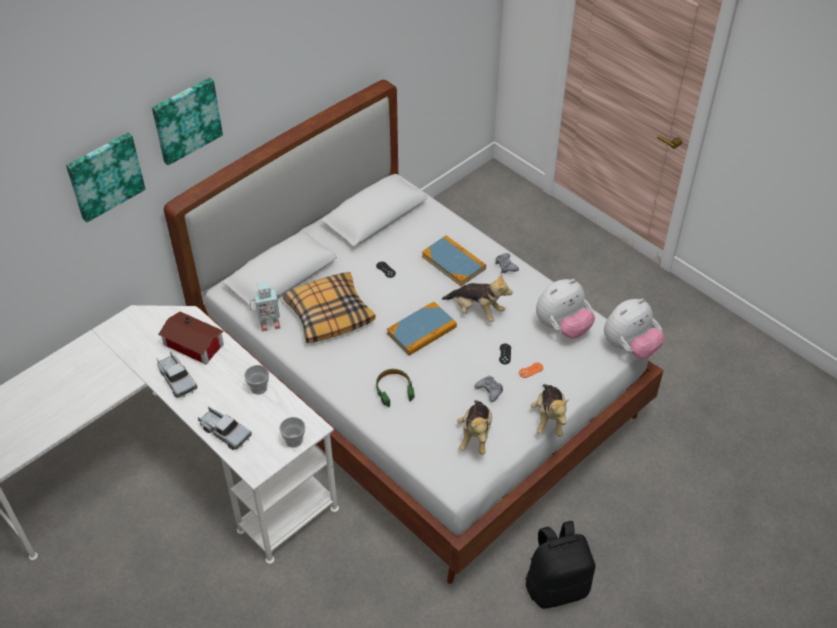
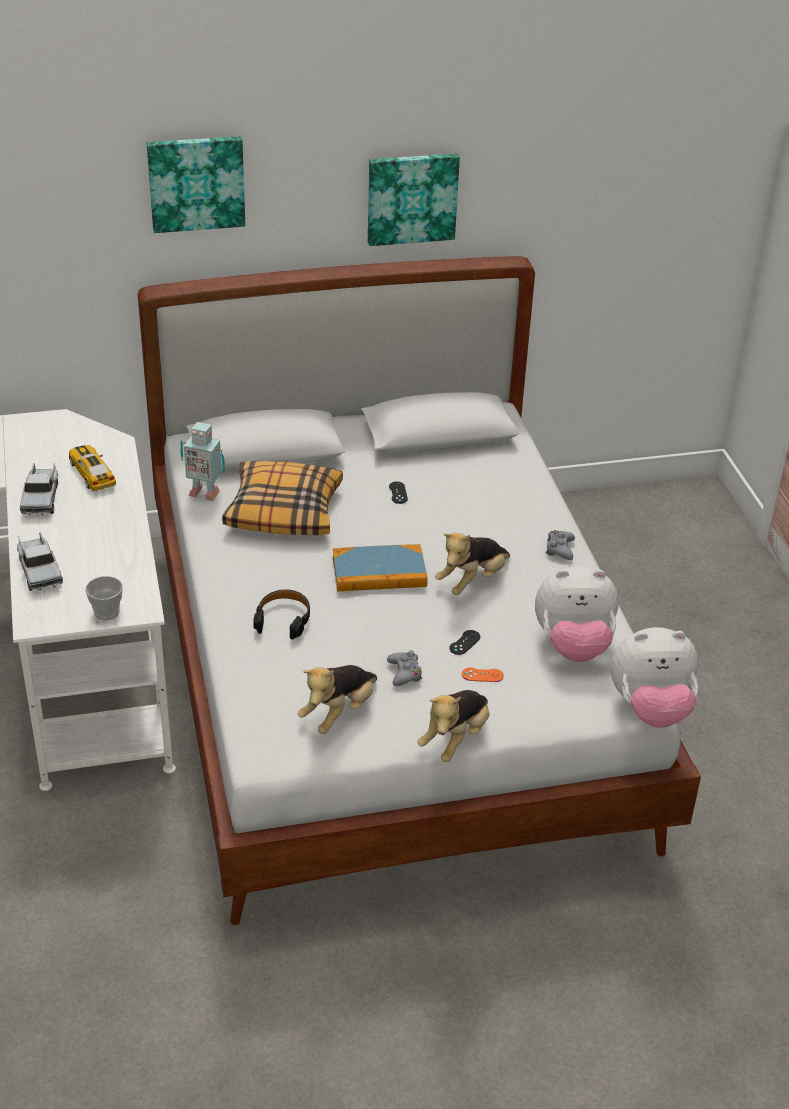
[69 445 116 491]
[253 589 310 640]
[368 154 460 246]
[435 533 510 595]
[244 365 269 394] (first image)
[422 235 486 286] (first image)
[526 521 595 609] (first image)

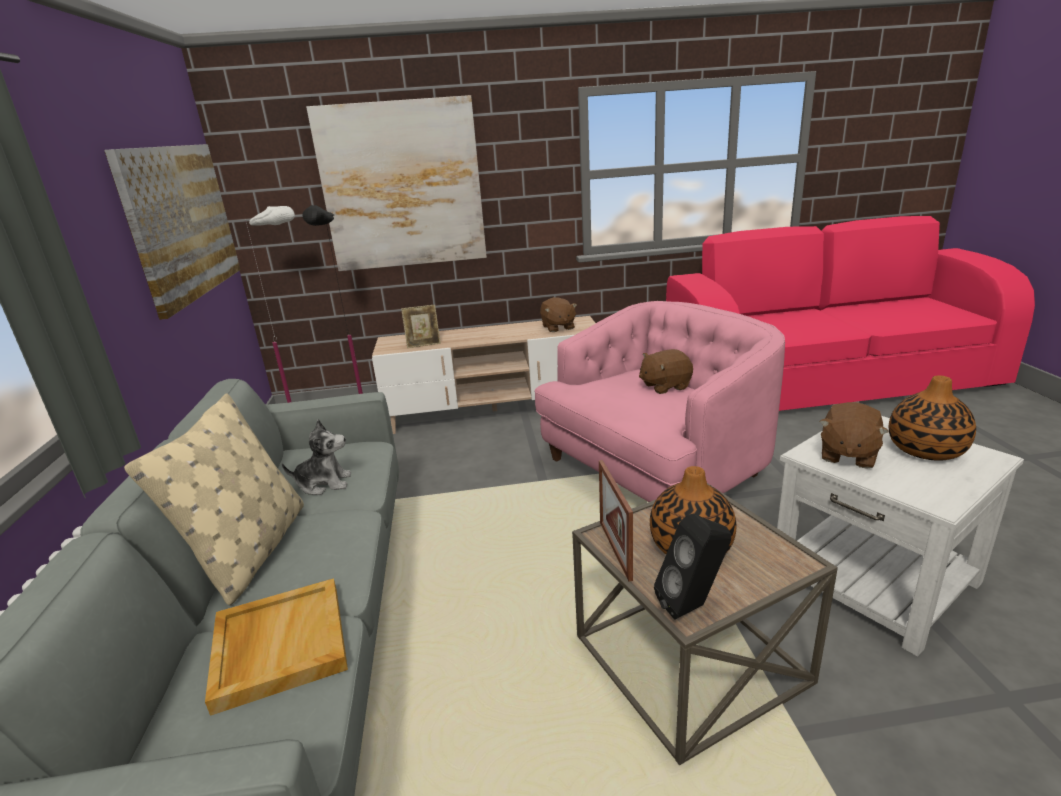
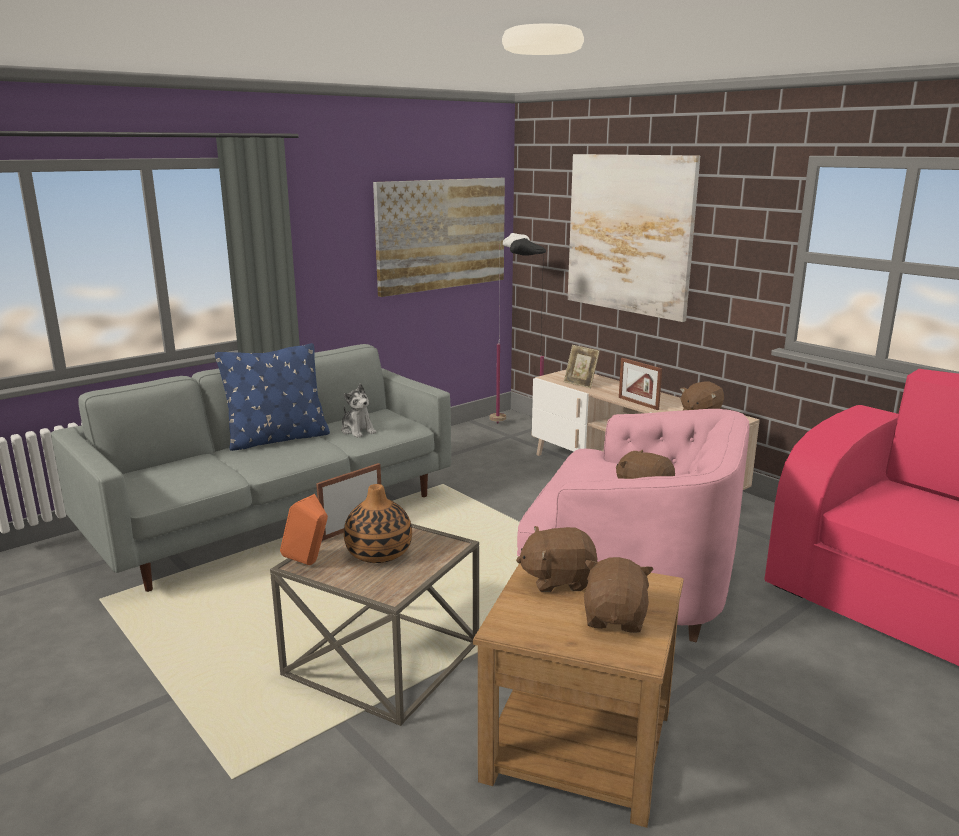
[215 343 330 451]
[280 494 328 565]
[473 563 684 828]
[584 557 653 633]
[619 358 662 410]
[205 578 348 716] (first image)

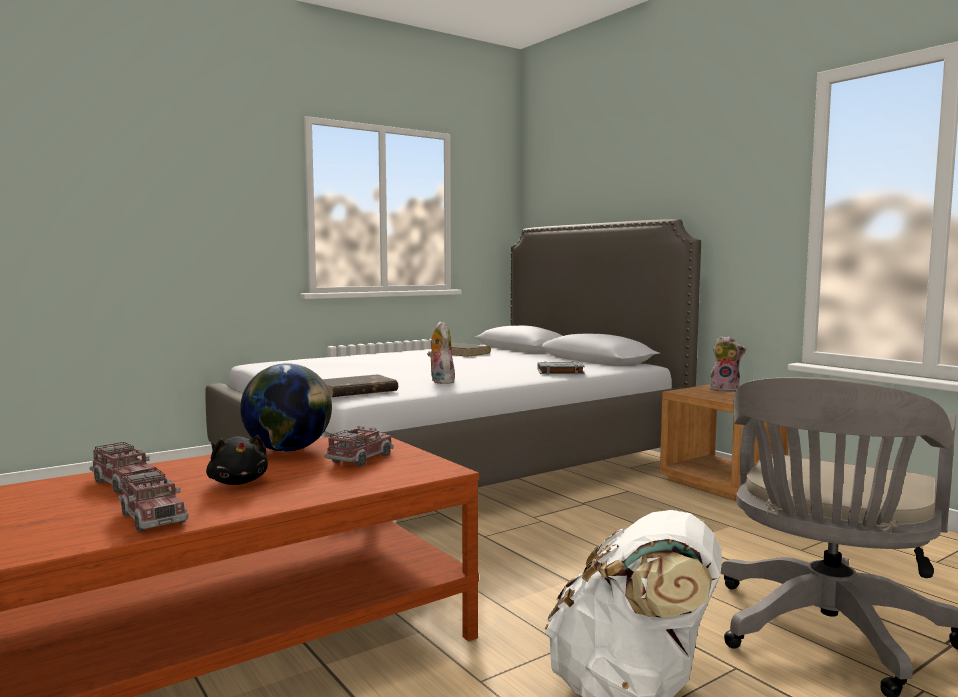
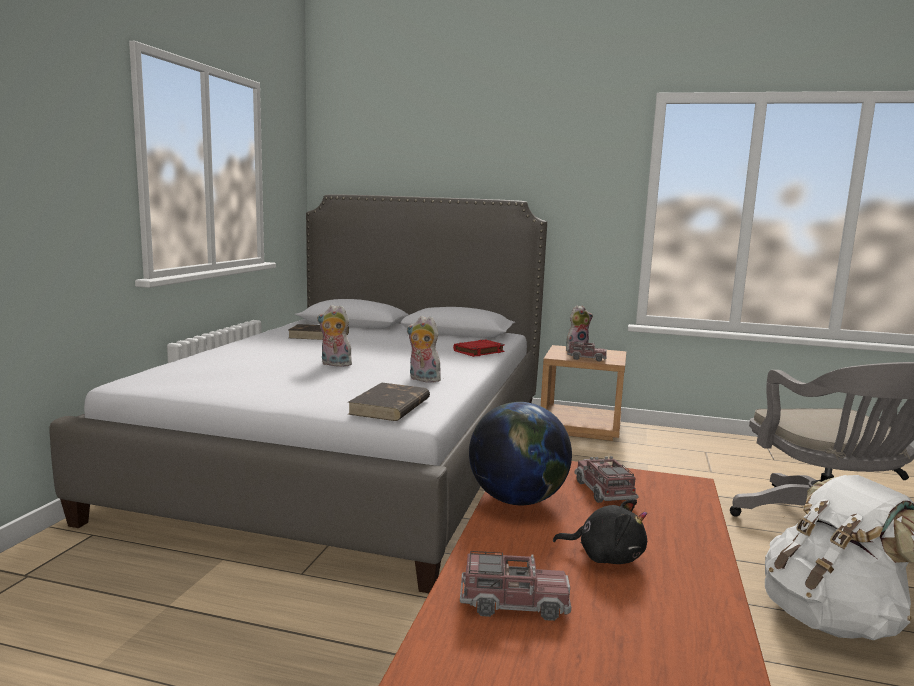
[317 305 352 367]
[453 340 505 357]
[567 341 607 361]

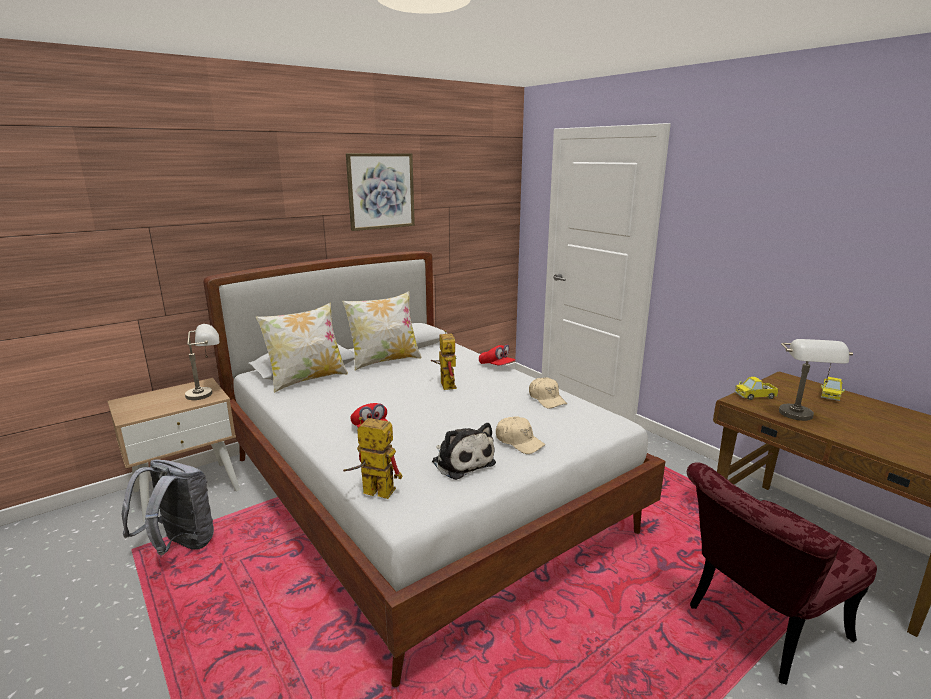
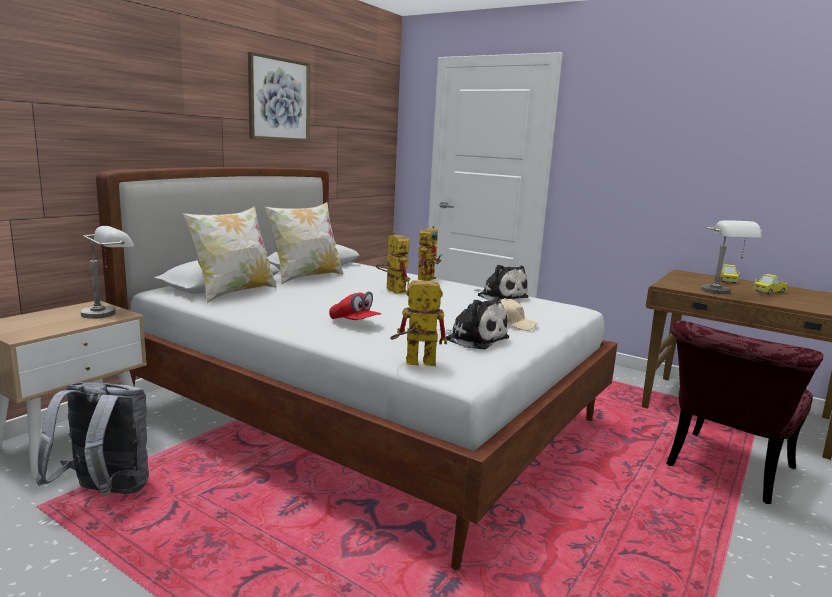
[418 226 442 281]
[474 265 529 301]
[753 274 789 294]

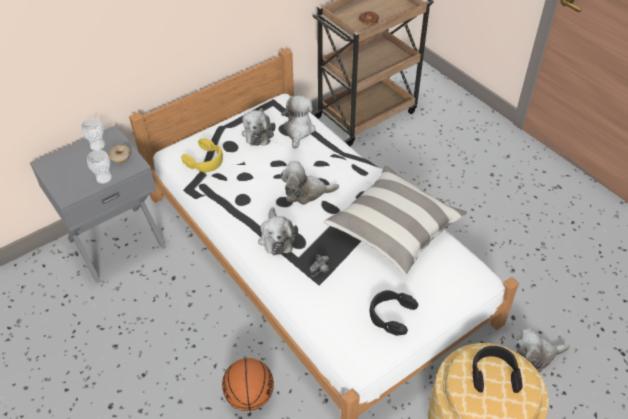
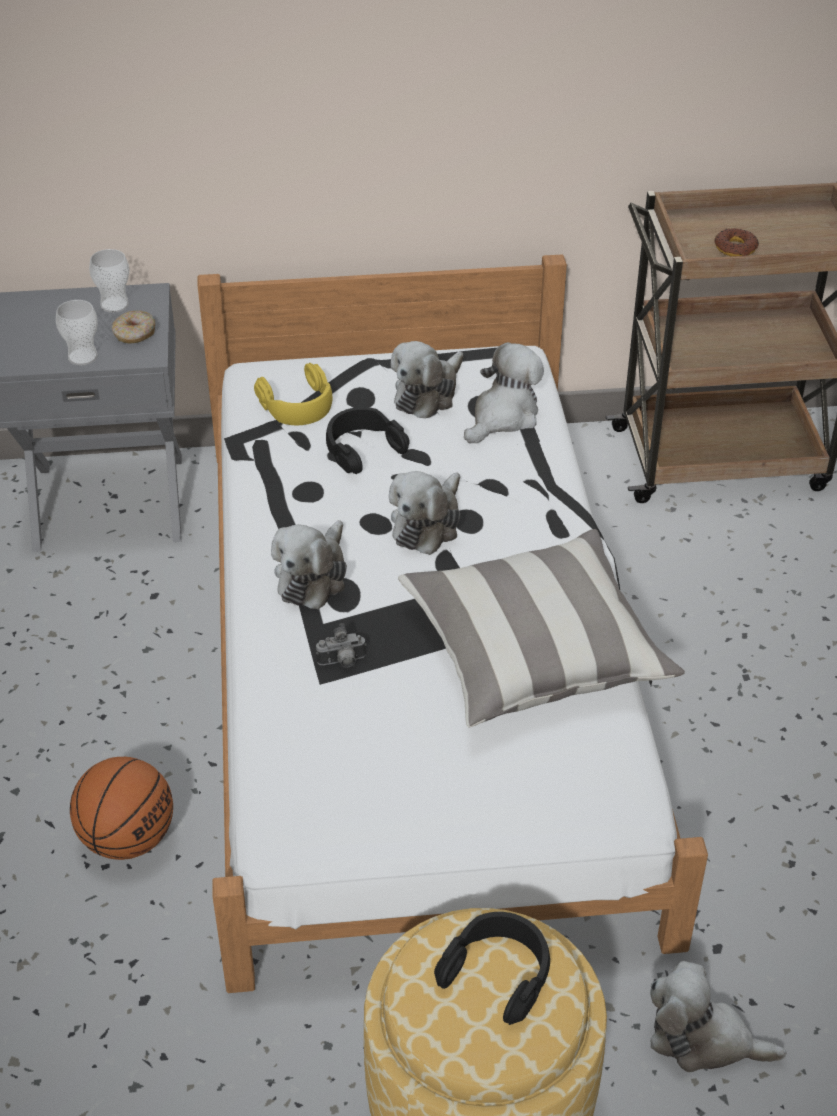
[326 407 410 474]
[389 471 460 555]

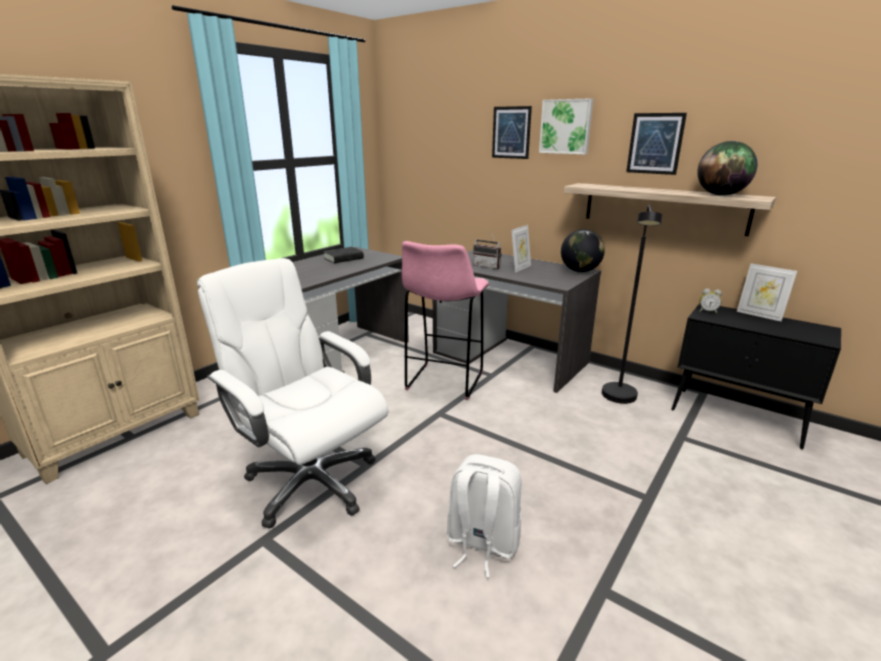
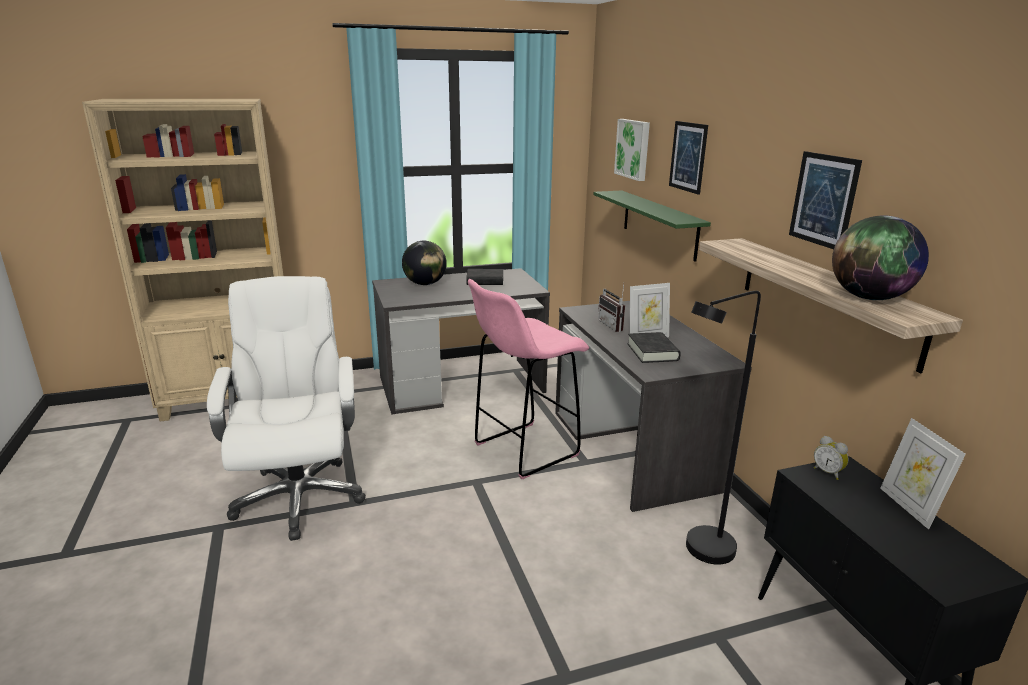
[402 241 447 285]
[593 191 711 262]
[614 119 650 181]
[627 332 681 363]
[447 454 522 578] (first image)

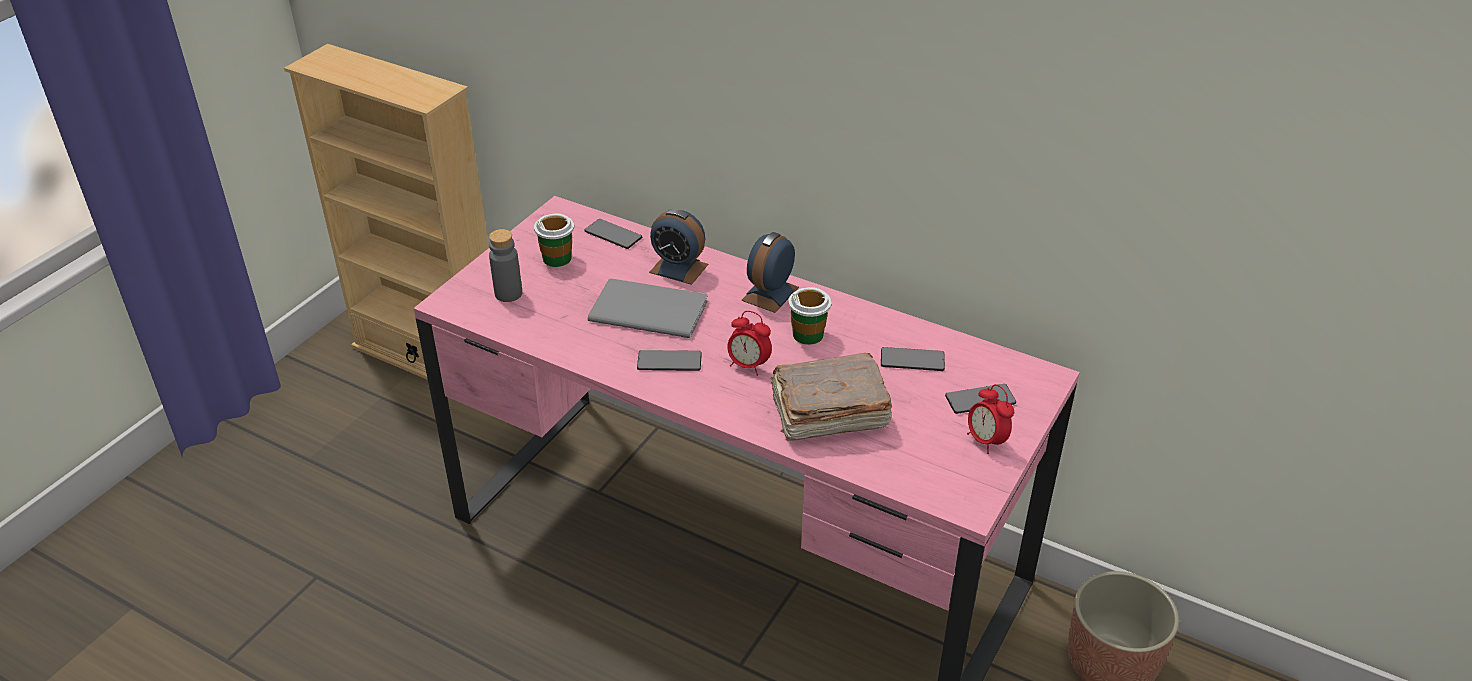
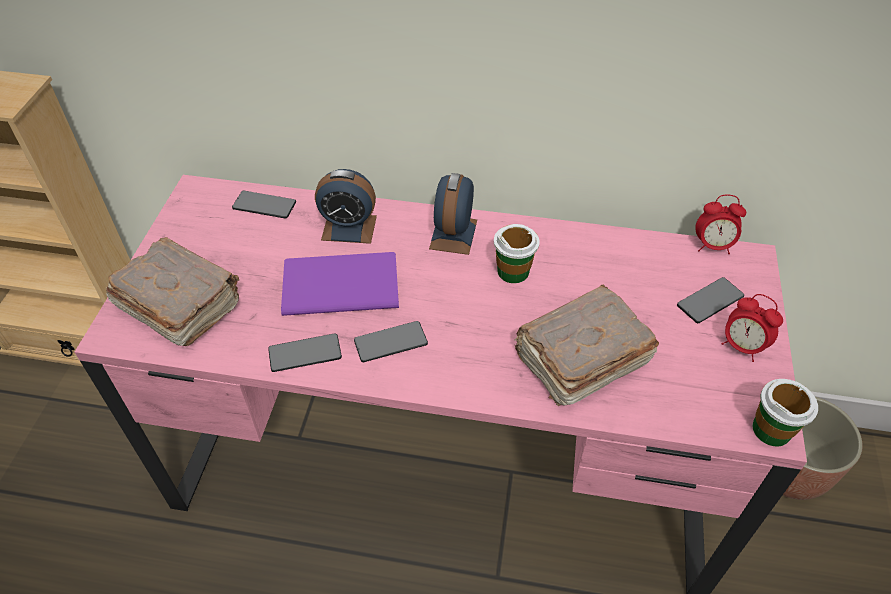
[106 237 239 346]
[268 333 342 372]
[281 252 399 316]
[695 195 746 254]
[753 379 818 446]

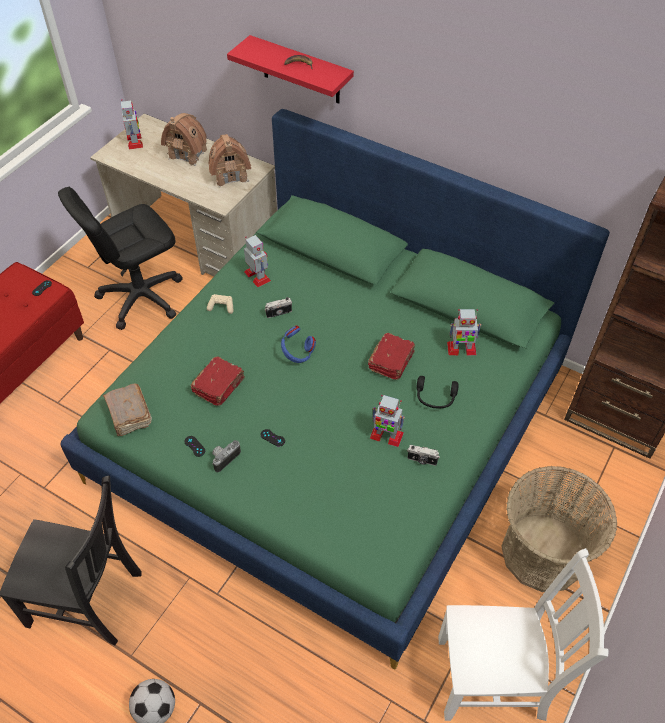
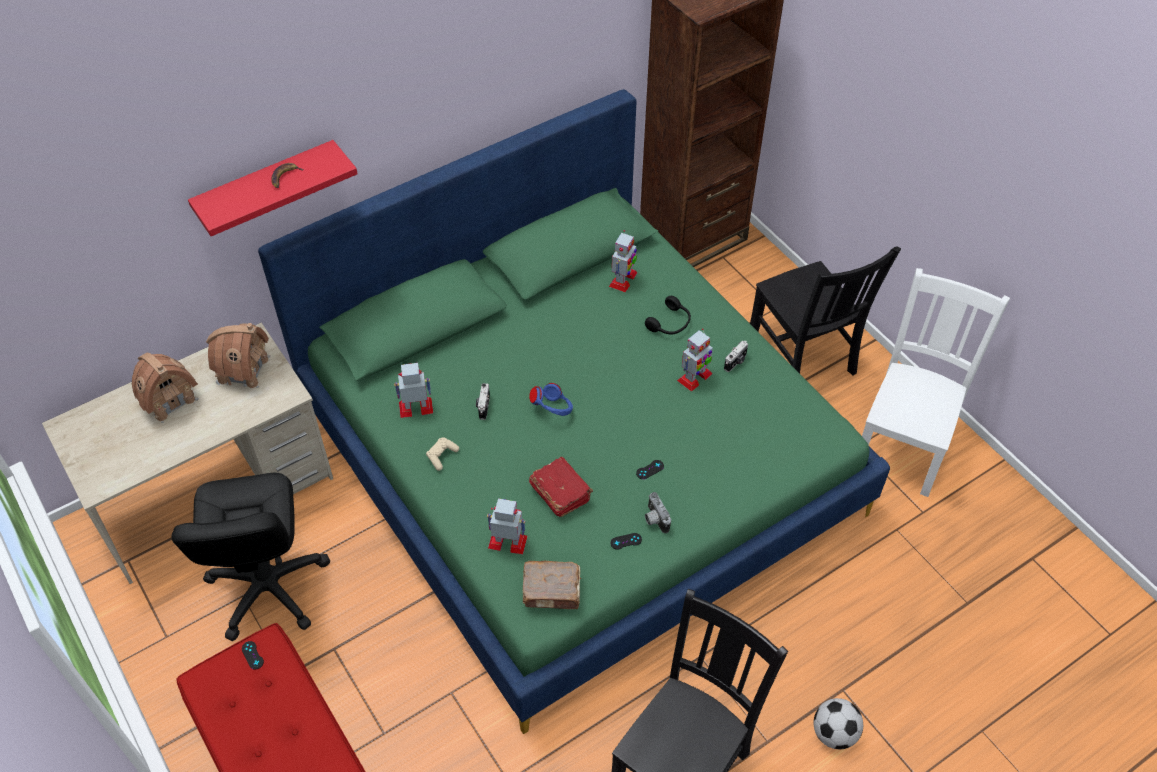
[487 498 527 554]
[750 246 901 376]
[368 333 415 380] (first image)

